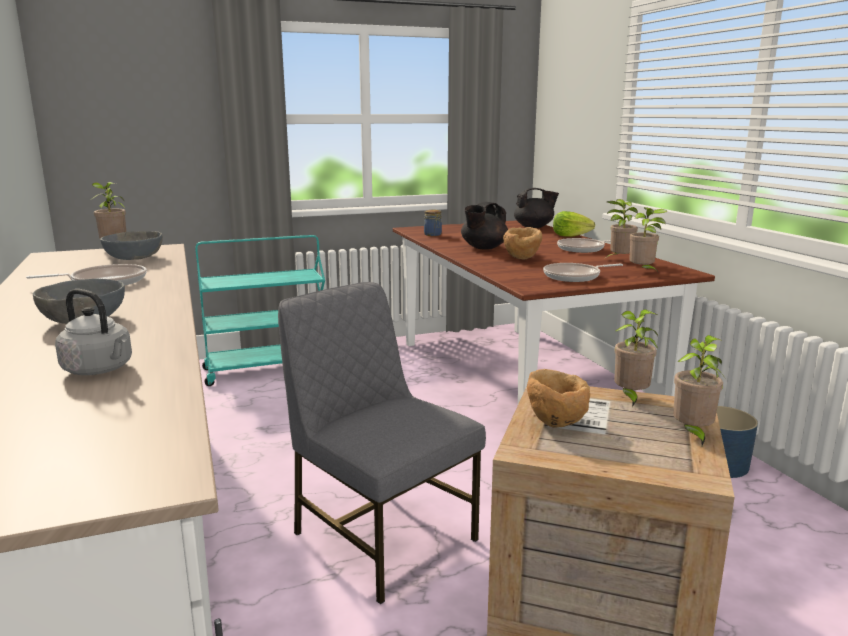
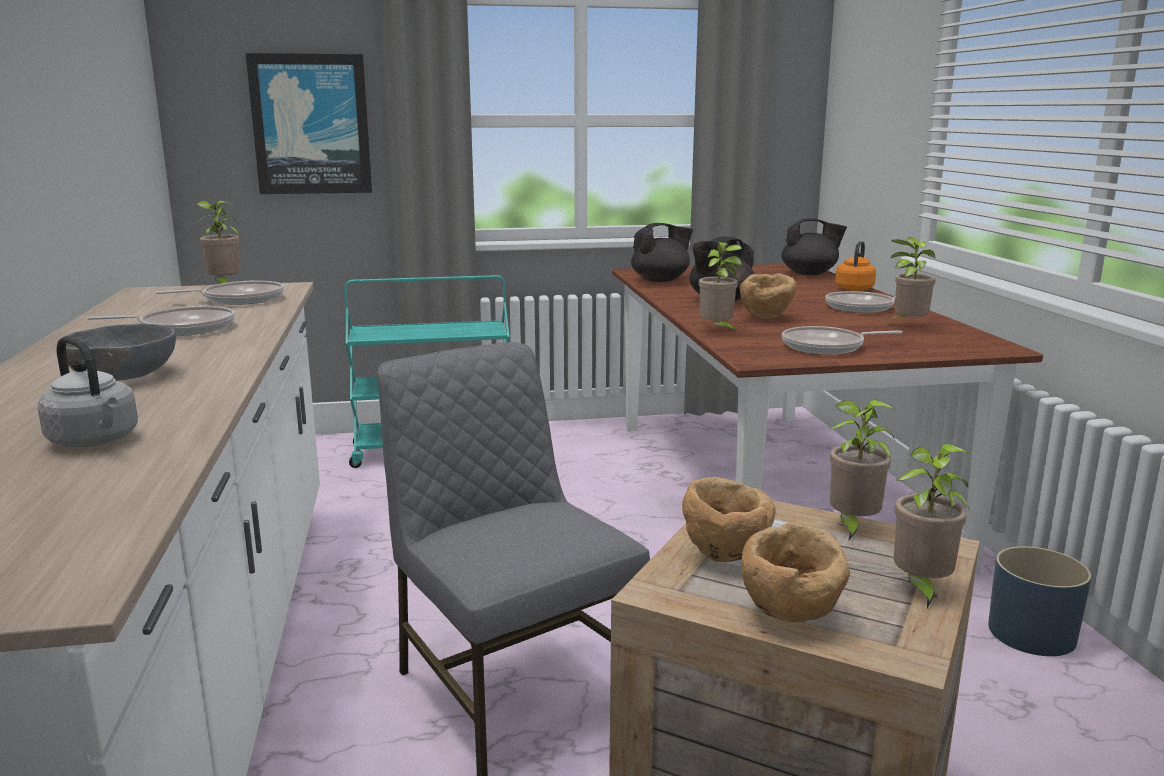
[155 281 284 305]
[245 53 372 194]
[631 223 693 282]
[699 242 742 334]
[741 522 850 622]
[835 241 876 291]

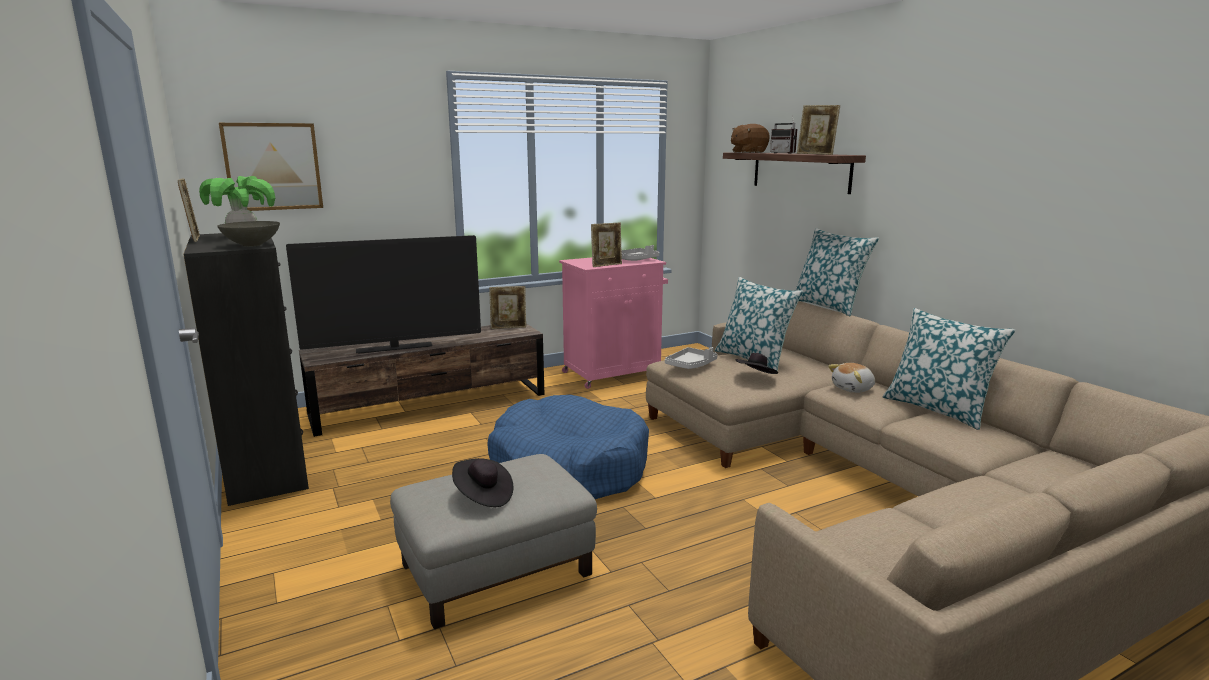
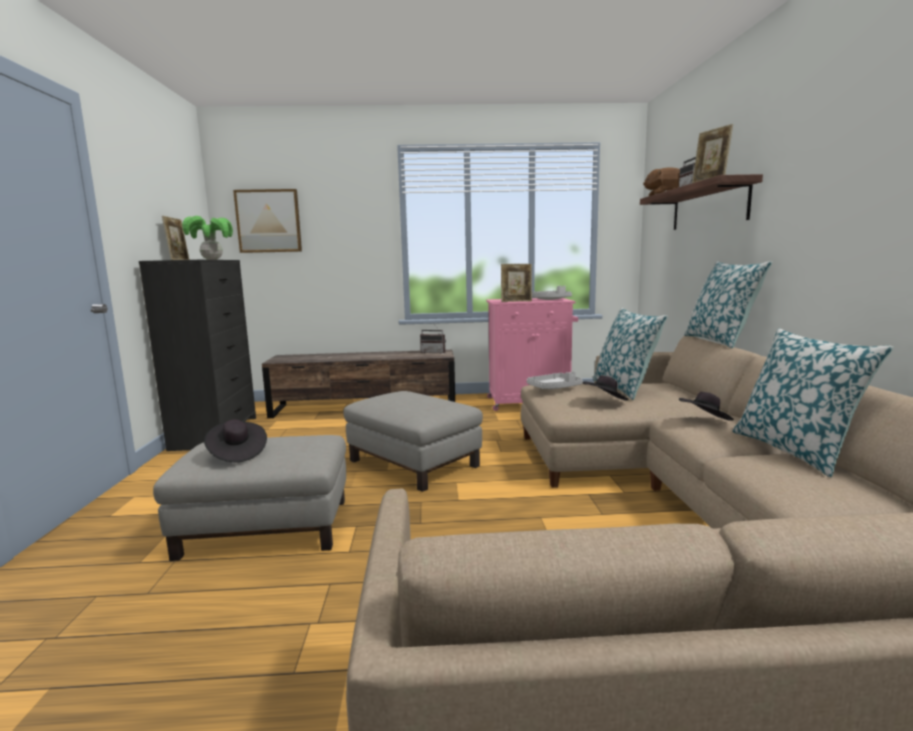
[343 391 483 492]
[420 323 446 354]
[679 392 734 421]
[217 221 280 247] (first image)
[286 235 481 354] (first image)

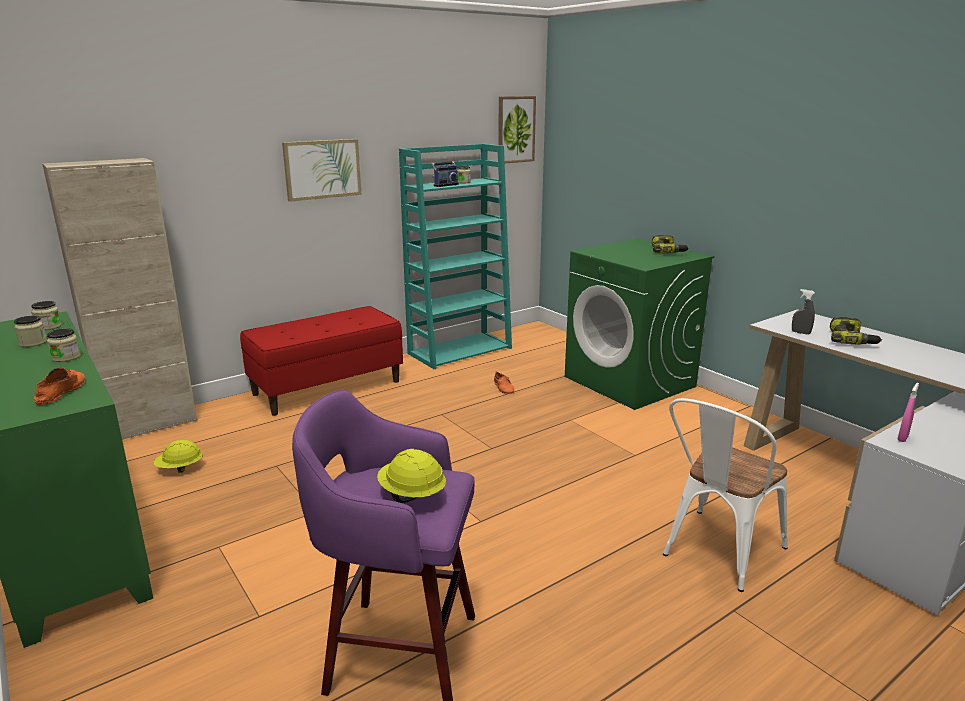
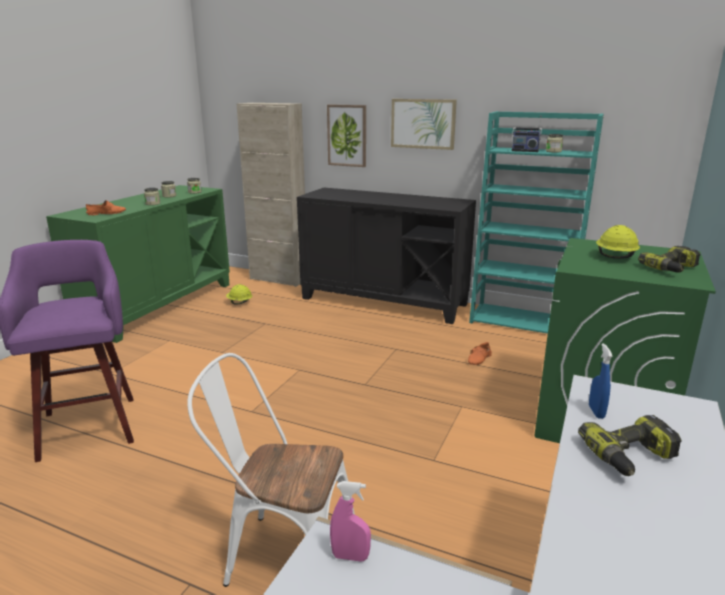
[297 188 476 324]
[327 104 366 167]
[589 343 613 419]
[596 225 640 259]

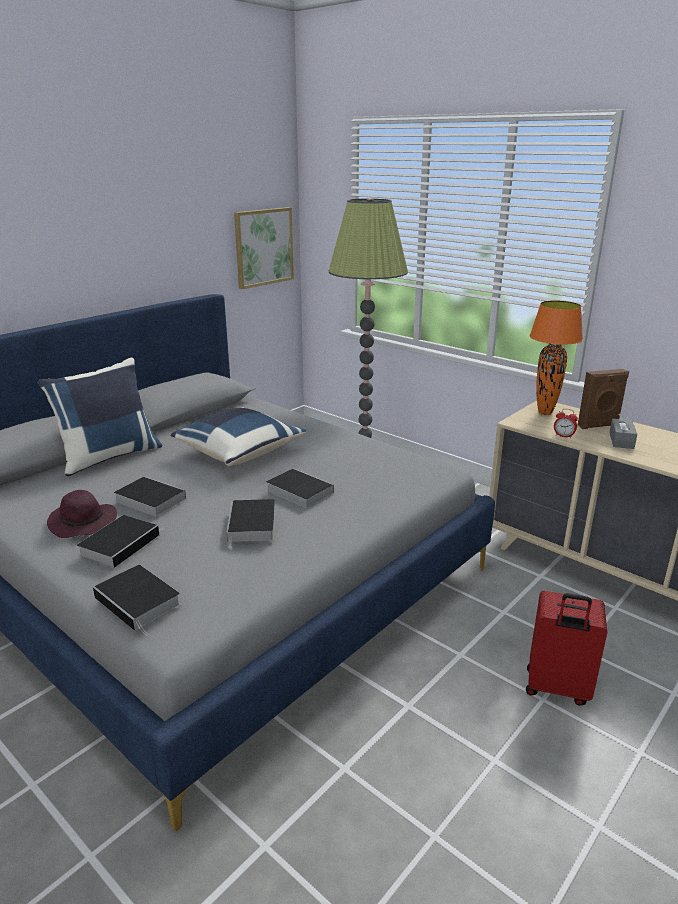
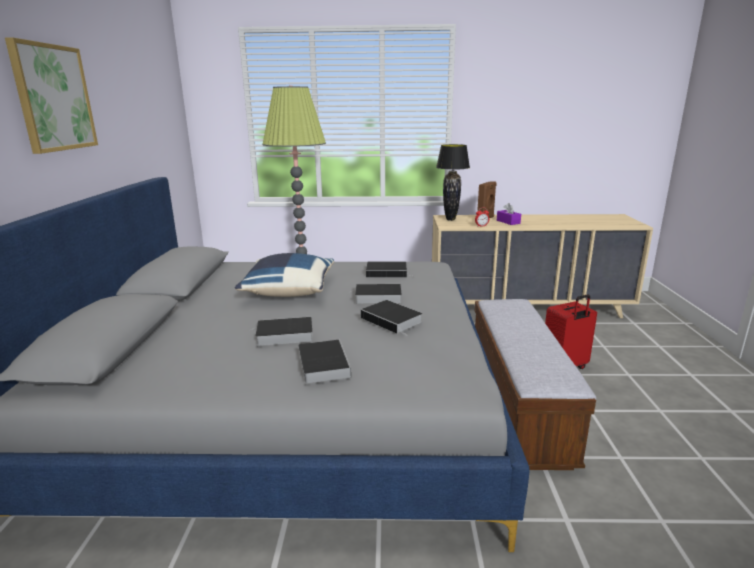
[5 37 98 154]
[366 261 414 278]
[436 144 470 221]
[475 299 596 470]
[497 203 521 225]
[38 358 163 476] (first image)
[47 490 117 538] (first image)

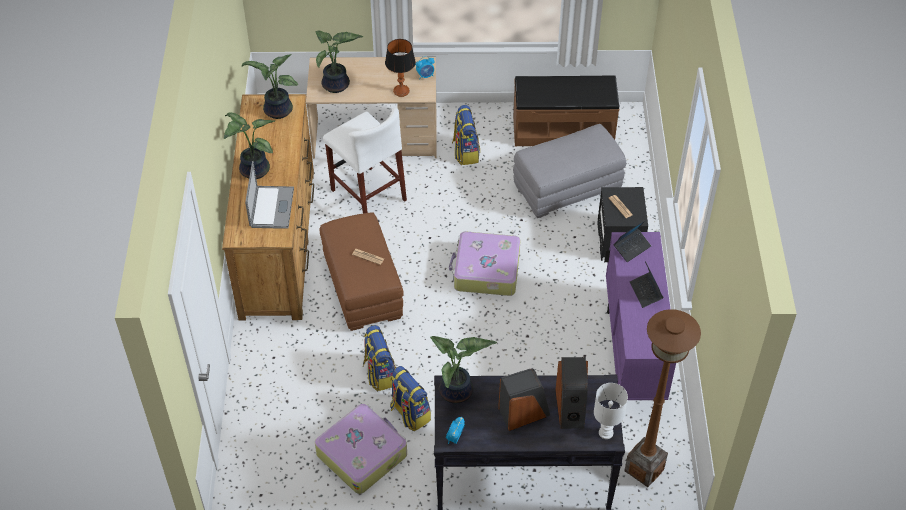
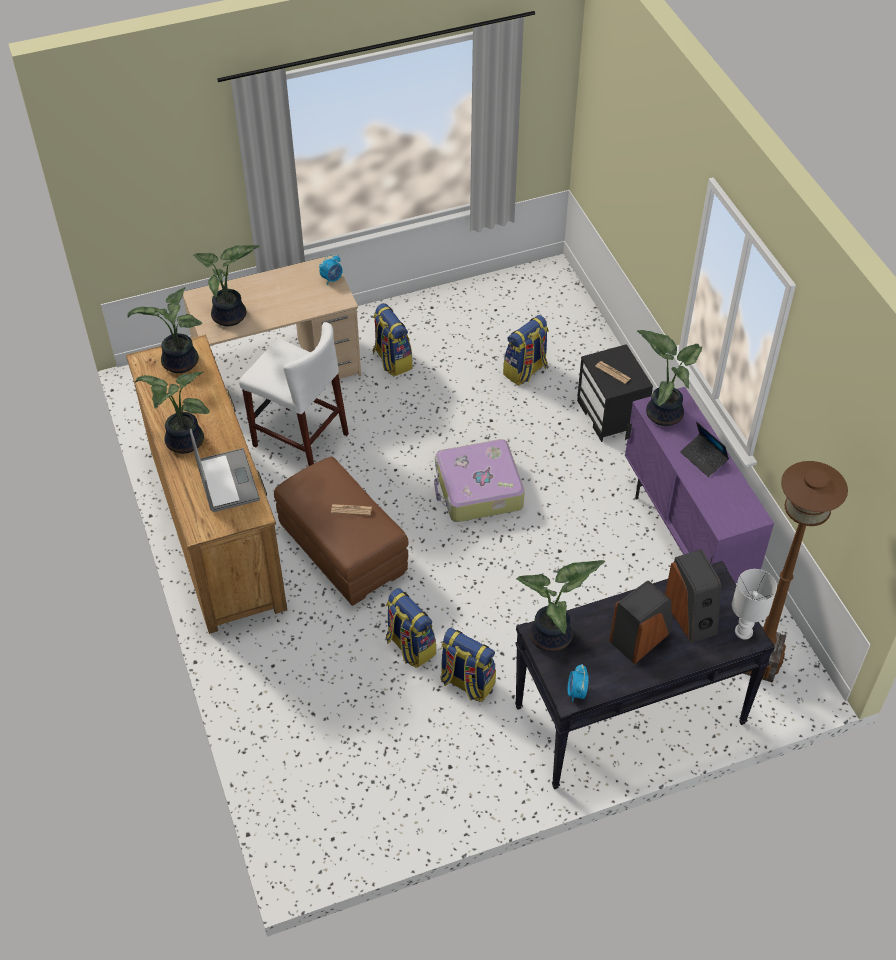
[503 315 549 386]
[637 330 702 426]
[315 404 407 494] (first image)
[385 39 416 97] (first image)
[513 75 620 146] (first image)

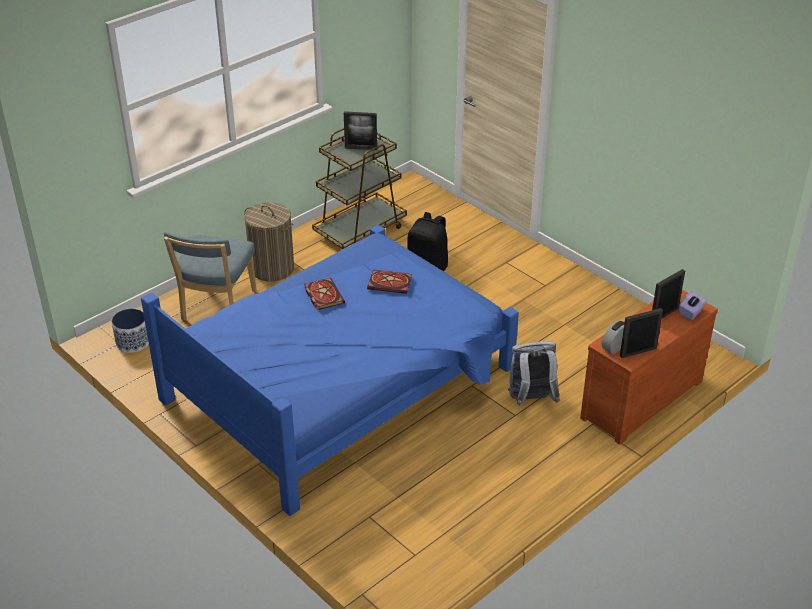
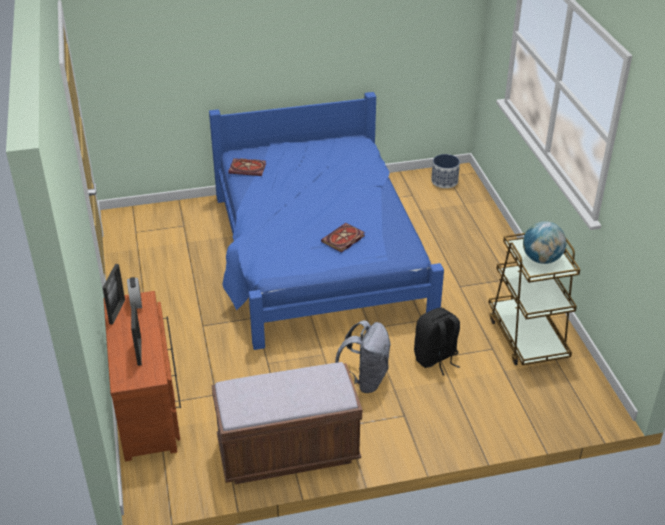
[212 362 362 484]
[228 158 266 176]
[335 320 391 393]
[523 221 566 264]
[164 232 256 321] (first image)
[244 202 294 282] (first image)
[679 291 706 320] (first image)

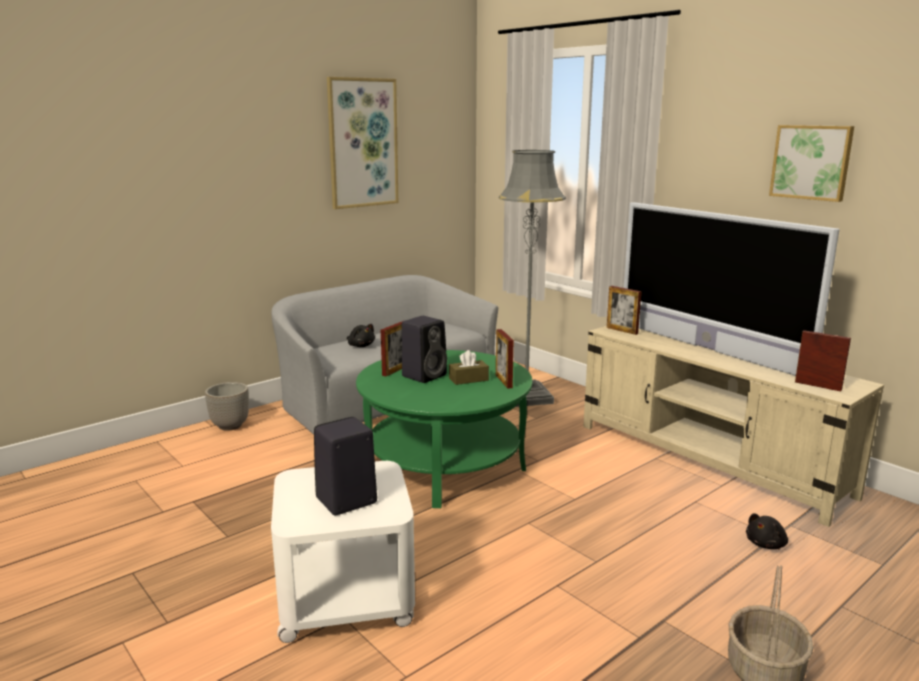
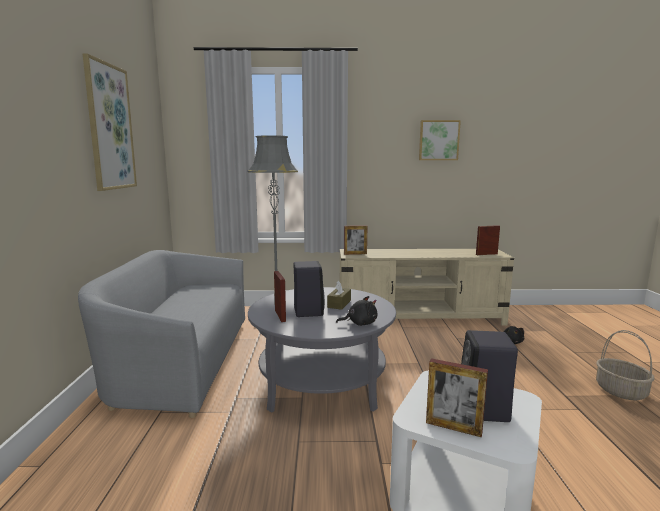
[248 287 396 413]
[336 296 377 326]
[426 358 488 438]
[205 382 249 431] (first image)
[624 203 839 376] (first image)

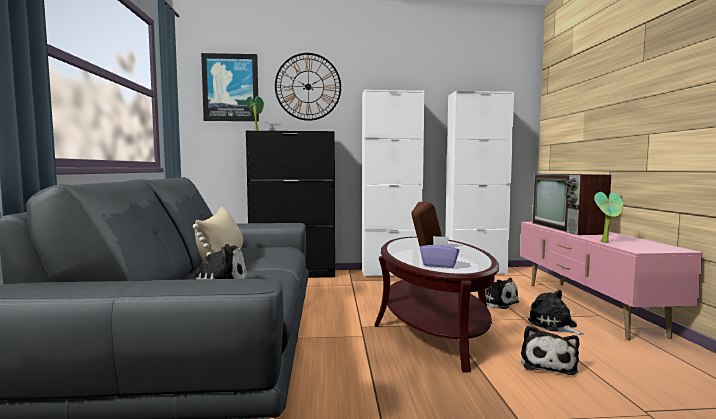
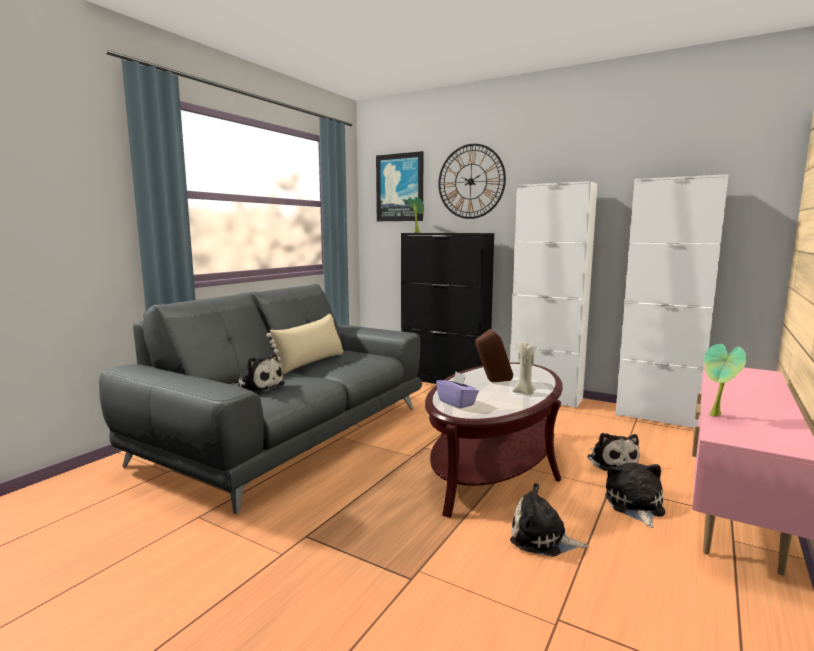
[510 483 588 557]
[513 343 536 395]
[532 174 611 235] (first image)

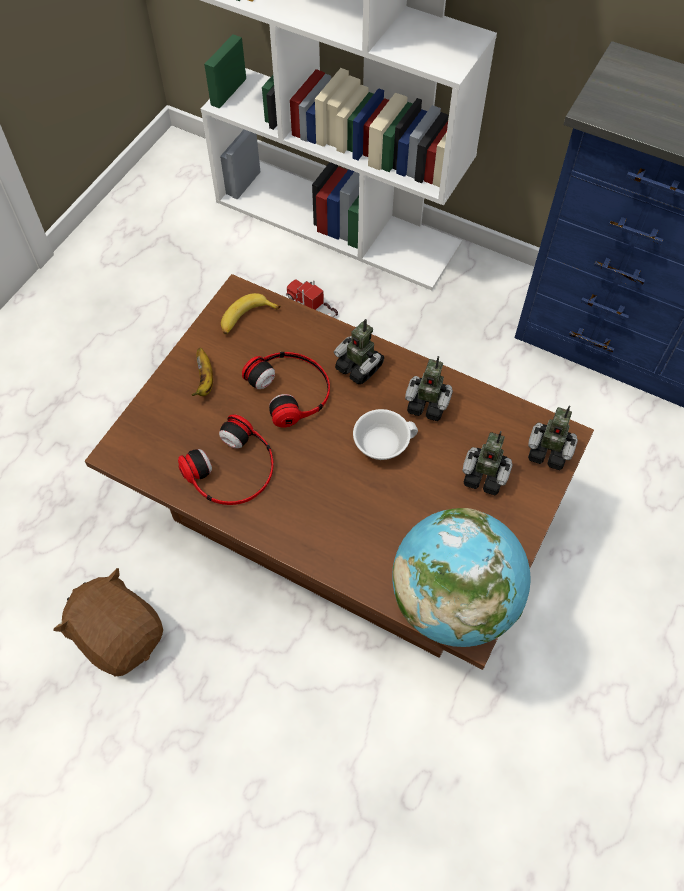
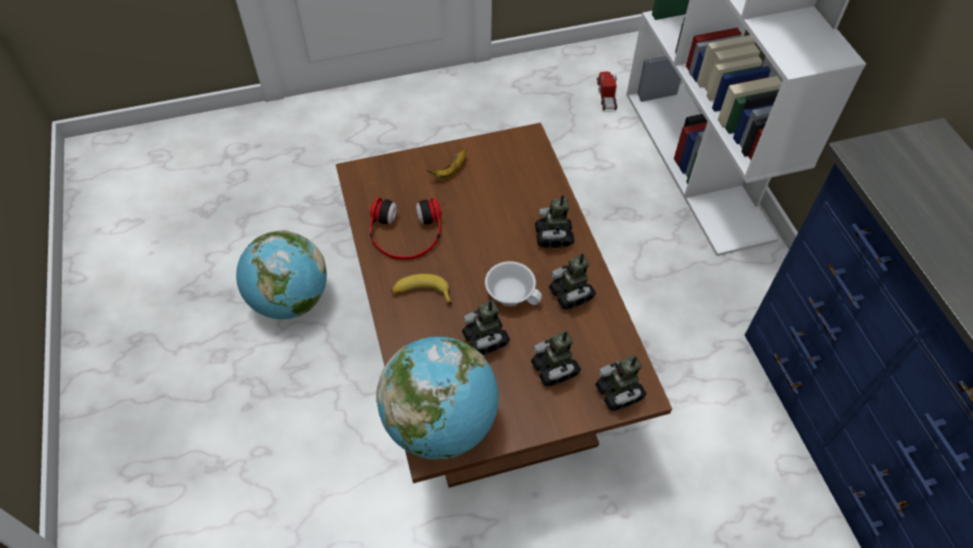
[236 230 327 319]
[391 274 452 304]
[462 300 510 355]
[597 72 617 111]
[242 352 330 428] (first image)

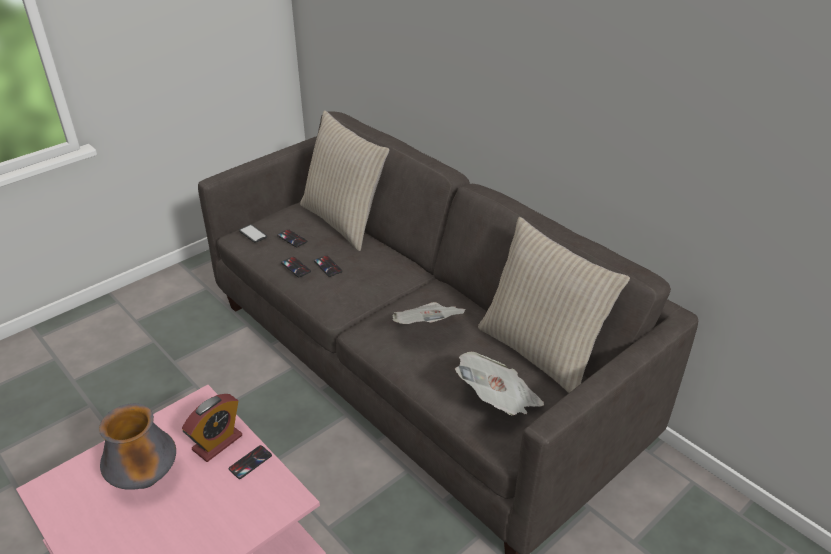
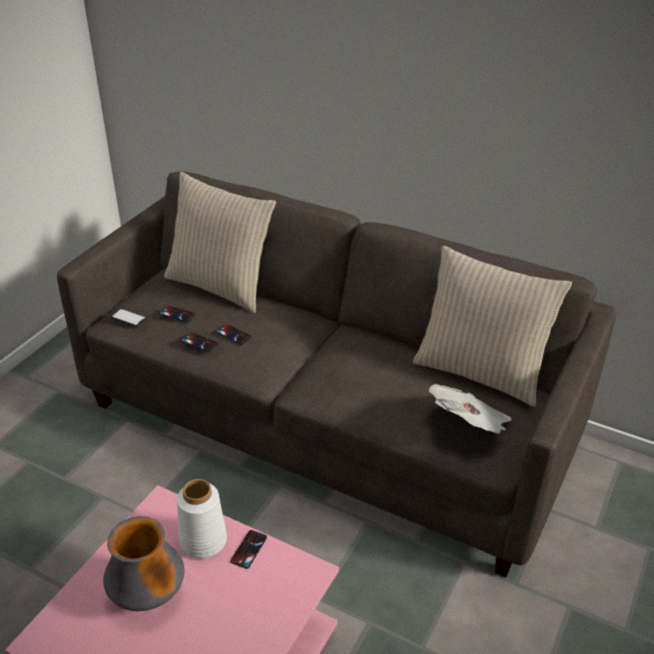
[177 479 227 558]
[392 302 465 324] (first image)

